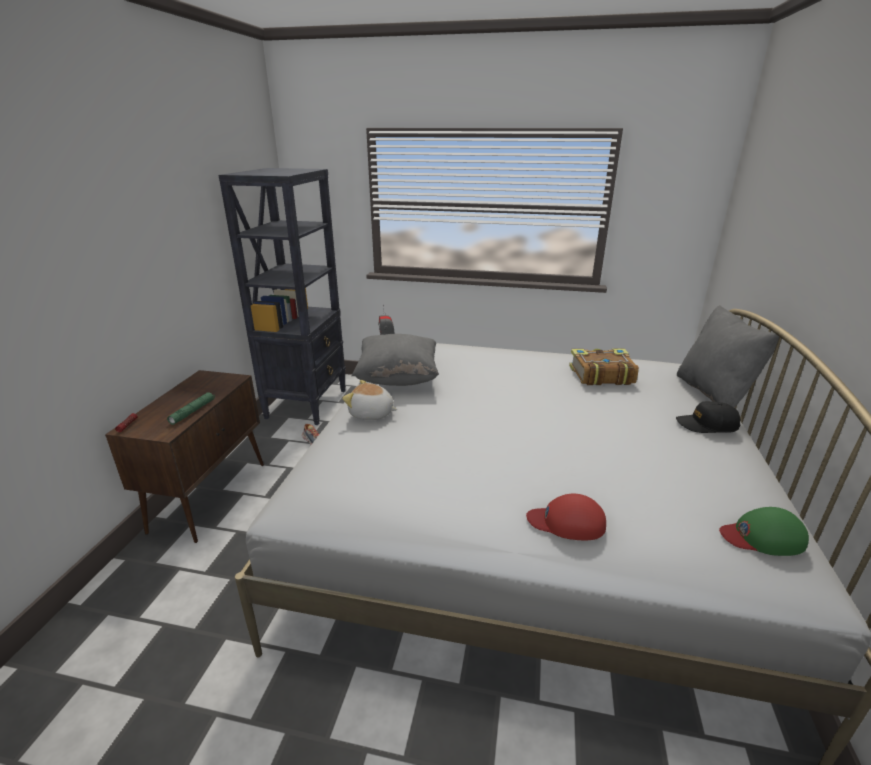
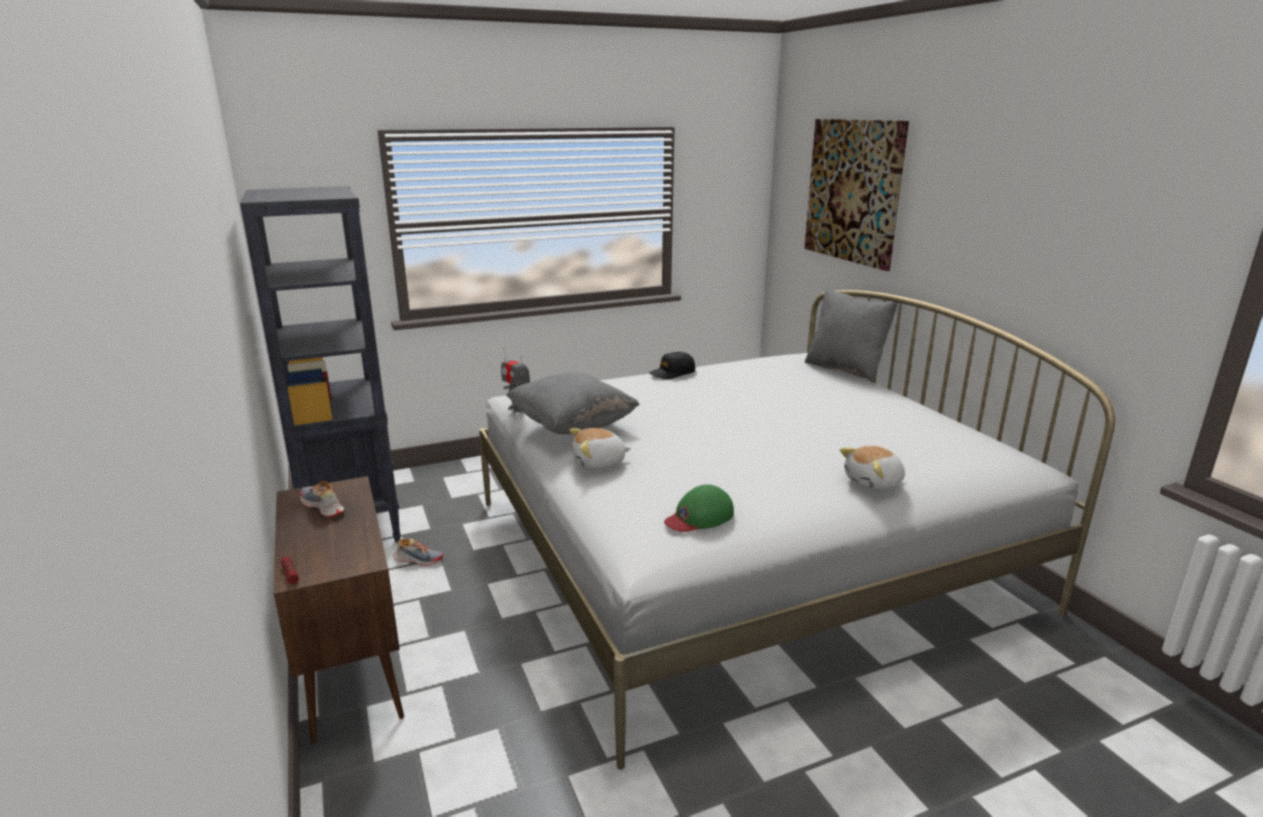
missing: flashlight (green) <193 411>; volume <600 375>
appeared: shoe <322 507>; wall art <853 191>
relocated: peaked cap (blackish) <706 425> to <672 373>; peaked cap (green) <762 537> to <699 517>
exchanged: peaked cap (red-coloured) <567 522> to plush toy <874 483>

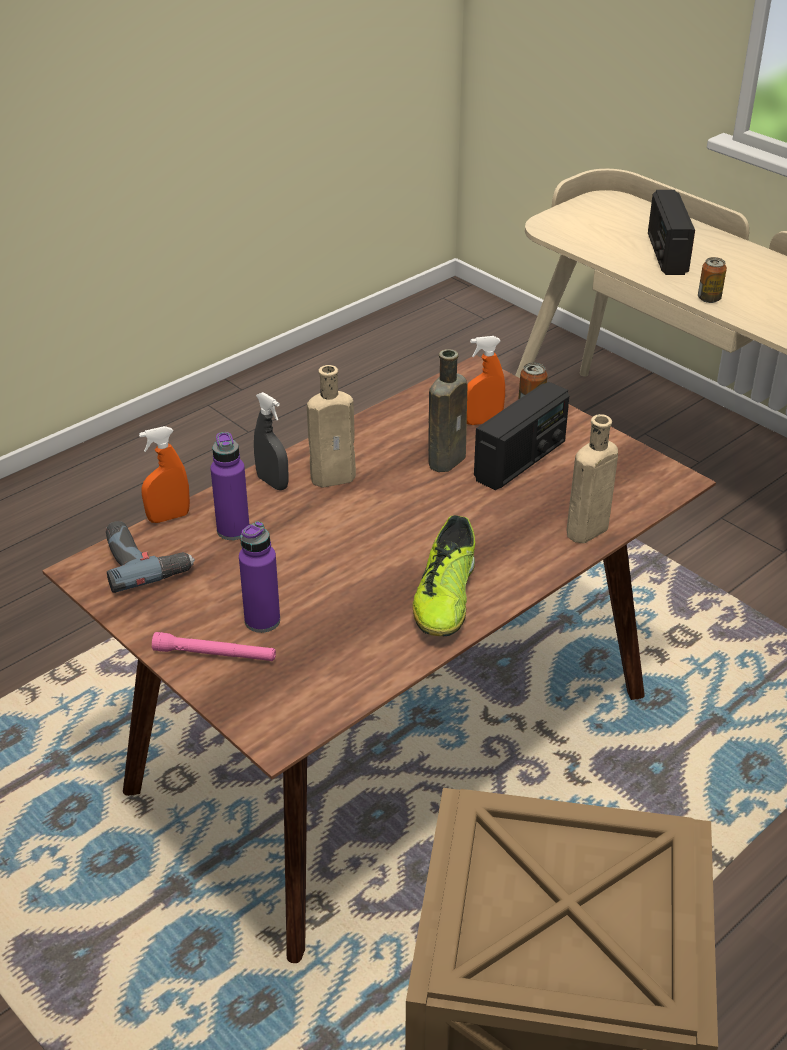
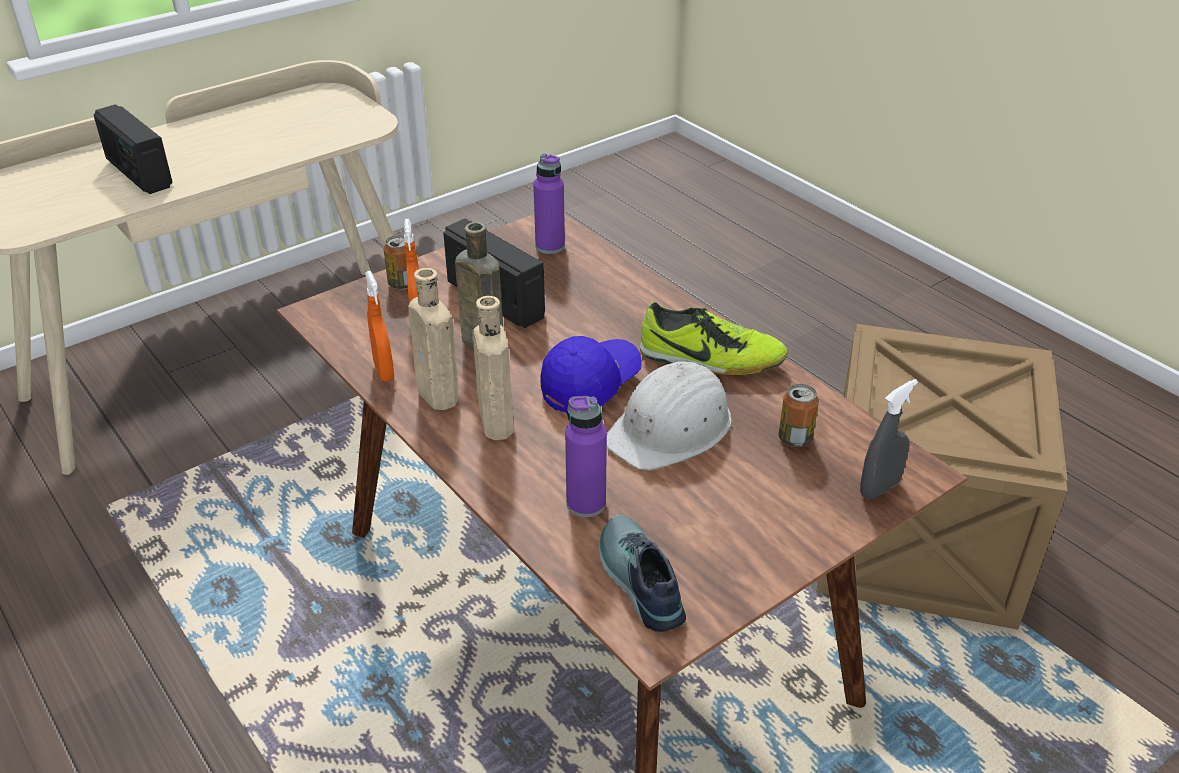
missing: flashlight (pinkish) <215 654>
appeared: peaked cap (bluish) <590 385>; hard hat (white) <671 428>
relocated: hand sprayer (orangey) <168 517> to <384 371>; drink bottle (purple-coloured) <262 621> to <550 246>; hand sprayer (gray) <272 483> to <879 488>; drink bottle (beige-coloured) <585 532> to <440 397>; can <709 298> to <795 439>
exchanged: electric drill <144 560> to shoe <637 581>
spun: radio set <666 254> = <138 173> 45 degrees clockwise

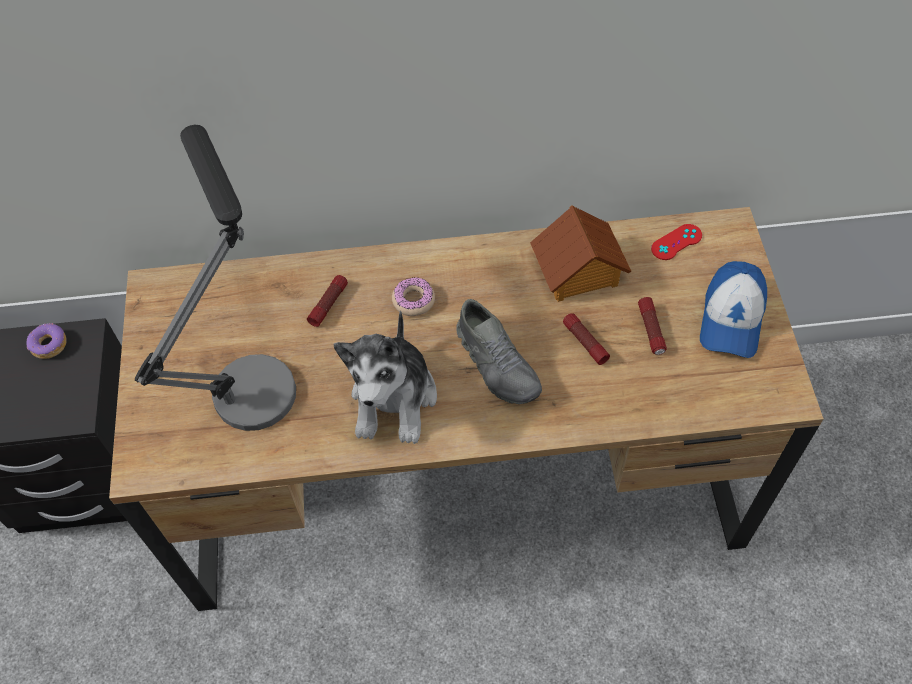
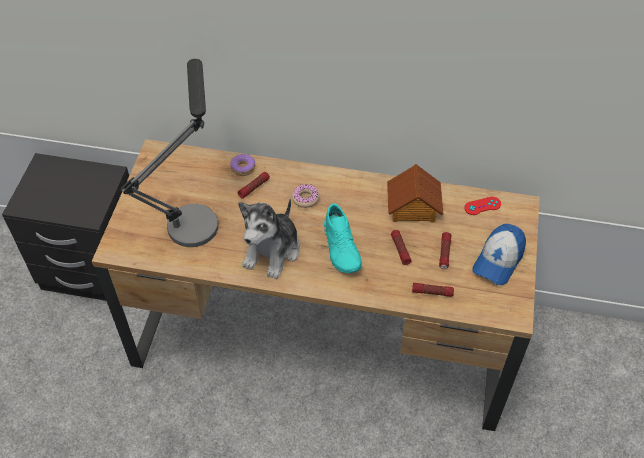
appeared: flashlight <432 292>
relocated: doughnut <49 345> to <243 168>
colour: shoe (gray) <497 364> to shoe (turquoise-coloured) <342 248>

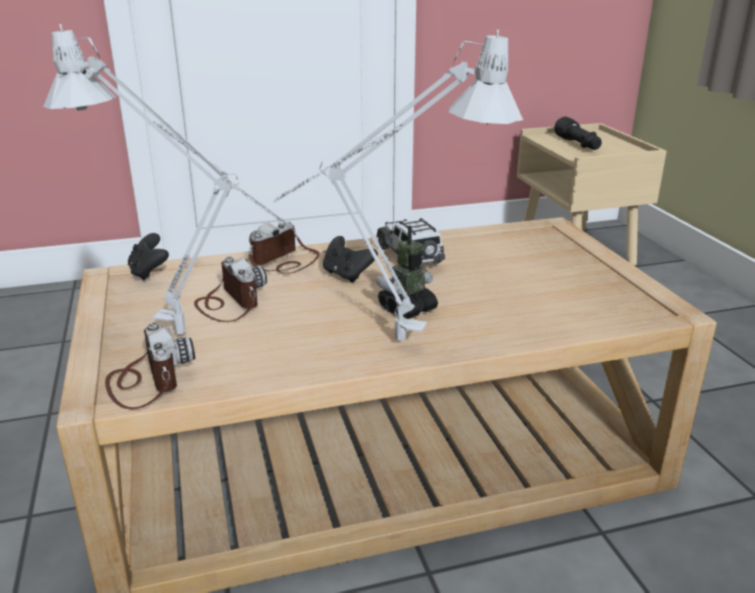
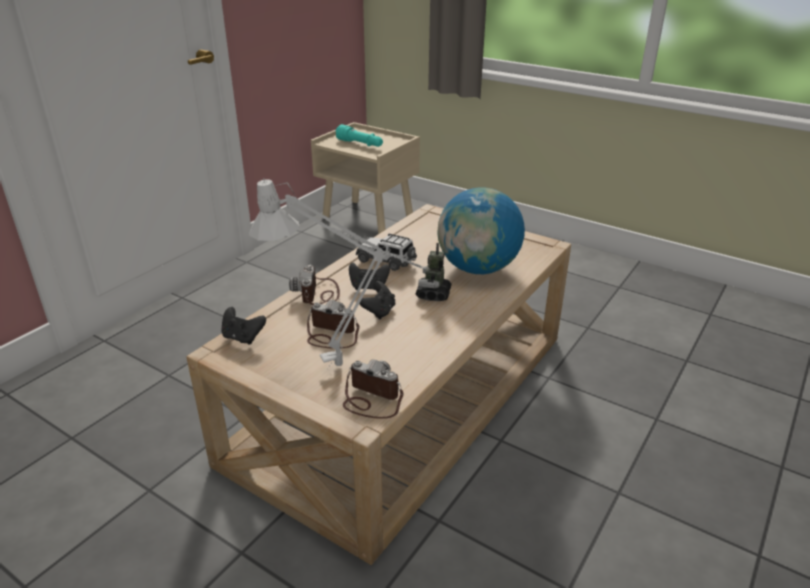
missing: tabletop lamp (gray) <385 339>
appeared: game controller (blackish) <379 311>; globe <478 269>
colour: flashlight (blackish) <578 145> to flashlight (turquoise-coloured) <360 144>

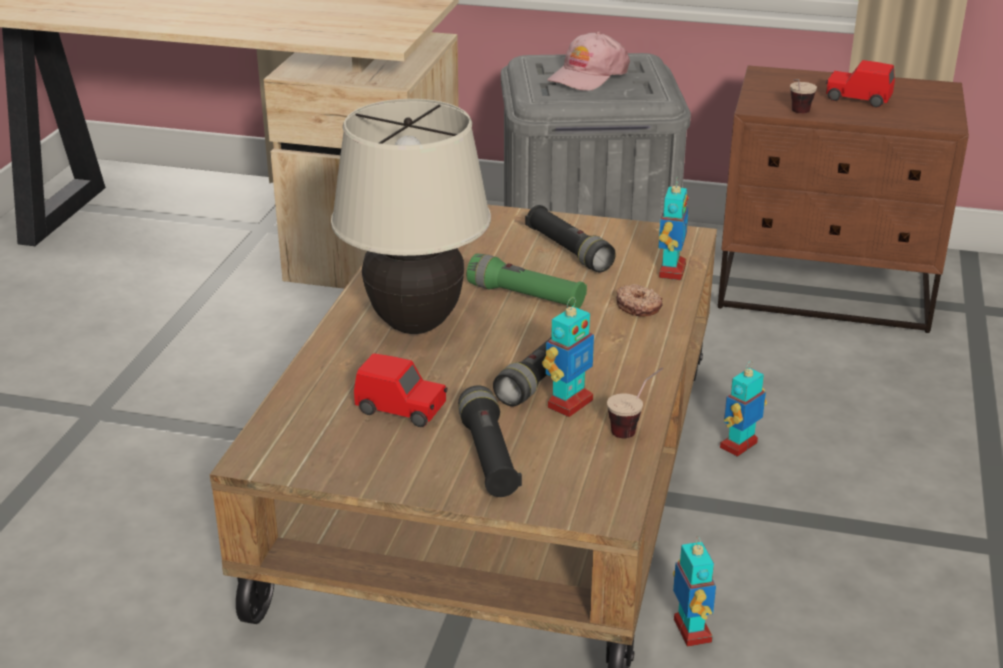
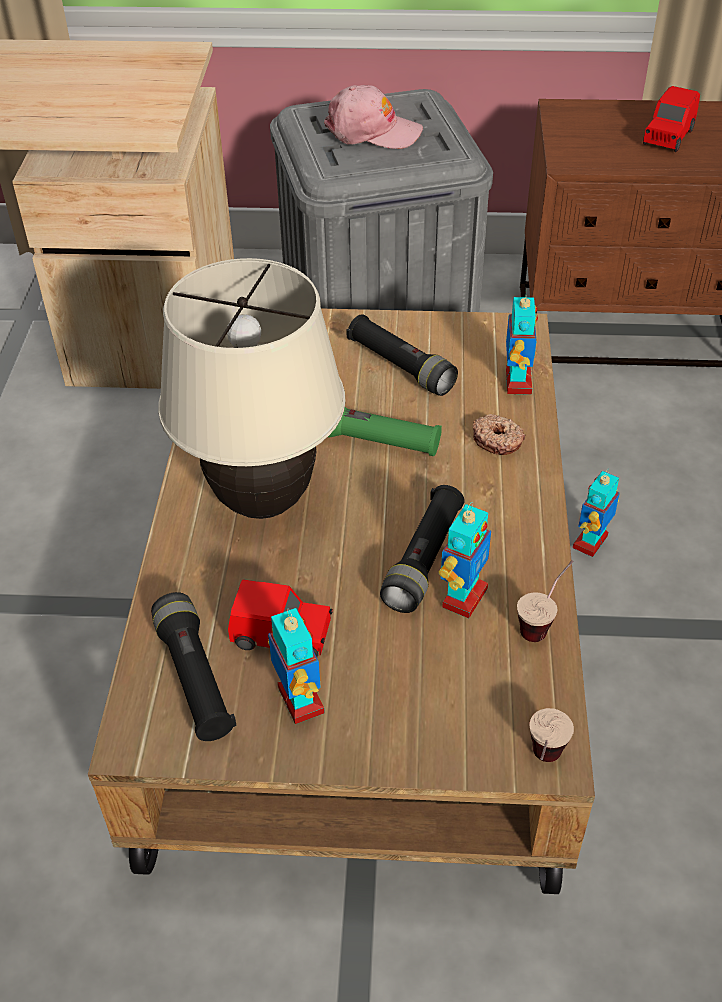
relocated: flashlight (blackish) <488 456> to <194 678>; model robot <691 631> to <299 701>; small cup <796 114> to <543 765>
spun: peaked cap (pinkish) <587 76> = <372 131> 105 degrees counterclockwise; toy car (red-coloured) <857 99> = <667 137> 75 degrees counterclockwise

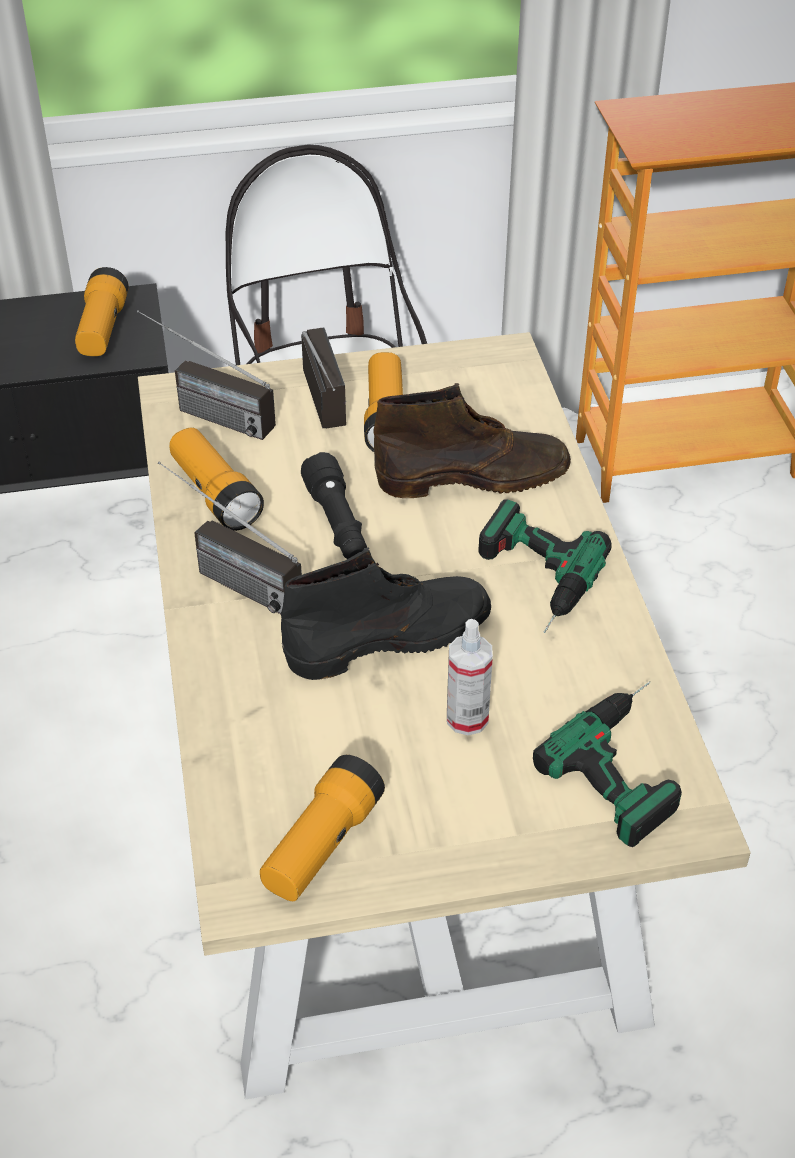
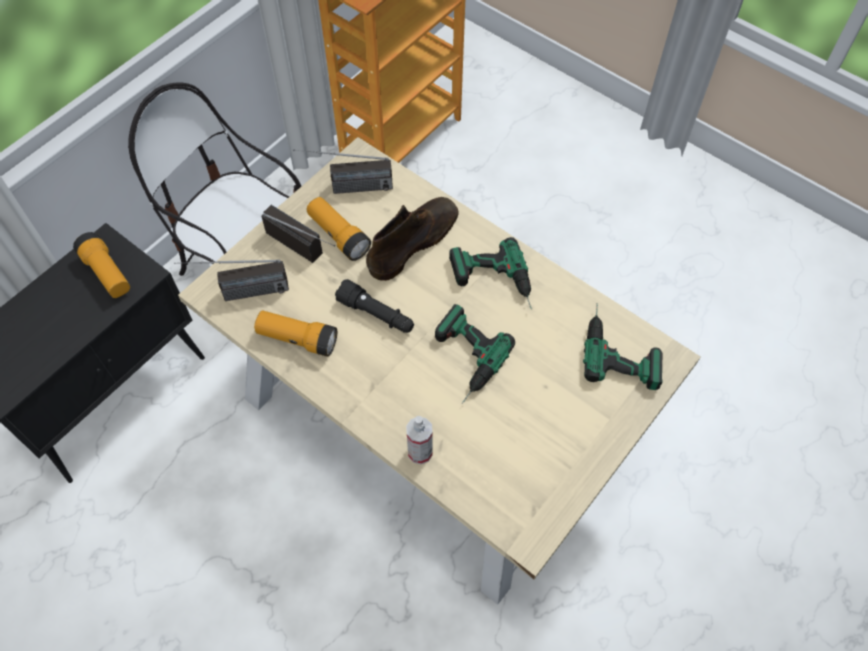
missing: flashlight <322 845>
relocated: radio set <225 576> to <346 188>; hand sprayer <467 718> to <420 452>
exchanged: tall boot (blackish) <390 637> to electric drill <462 360>

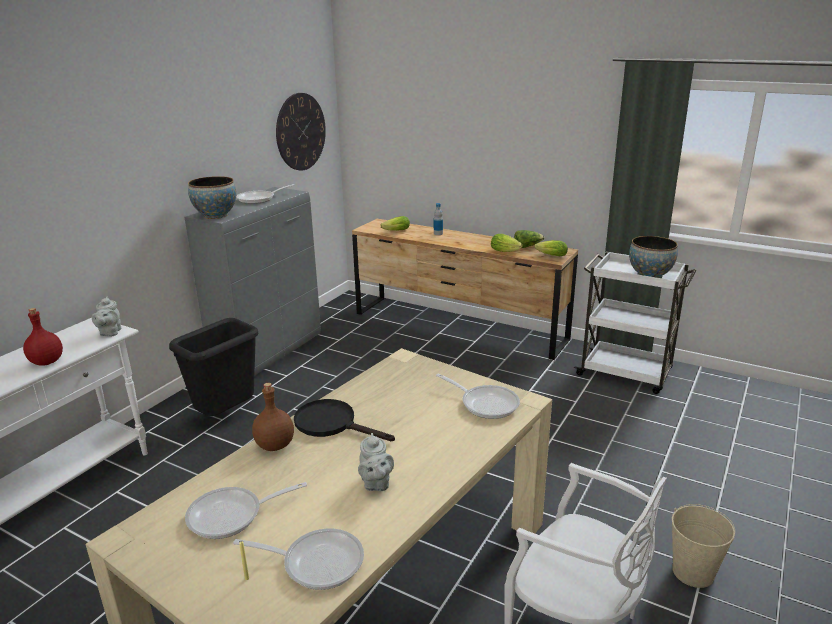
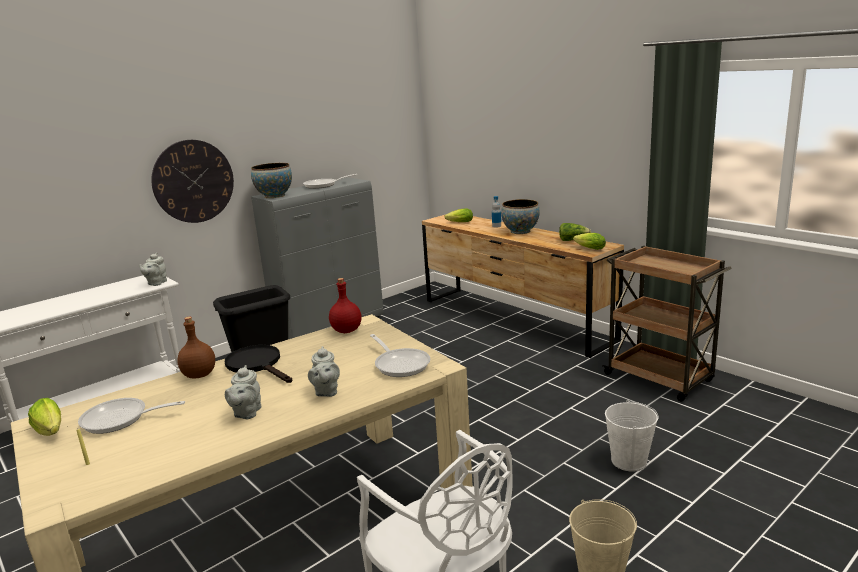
missing: pan <316 562>
appeared: tea pot (gray) <326 392>; pail (white) <628 461>
relocated: drink bottle (red-coloured) <46 362> to <346 331>; wall clock <300 132> to <193 181>; lettuce <506 251> to <51 431>; serving bowl <649 275> to <520 231>
colour: cart (white) <626 373> to cart (brownish) <660 378>

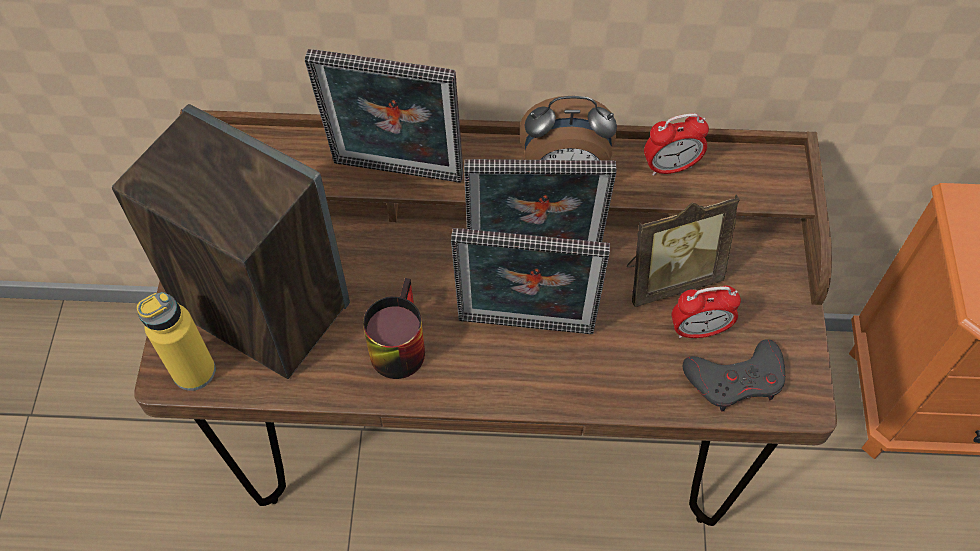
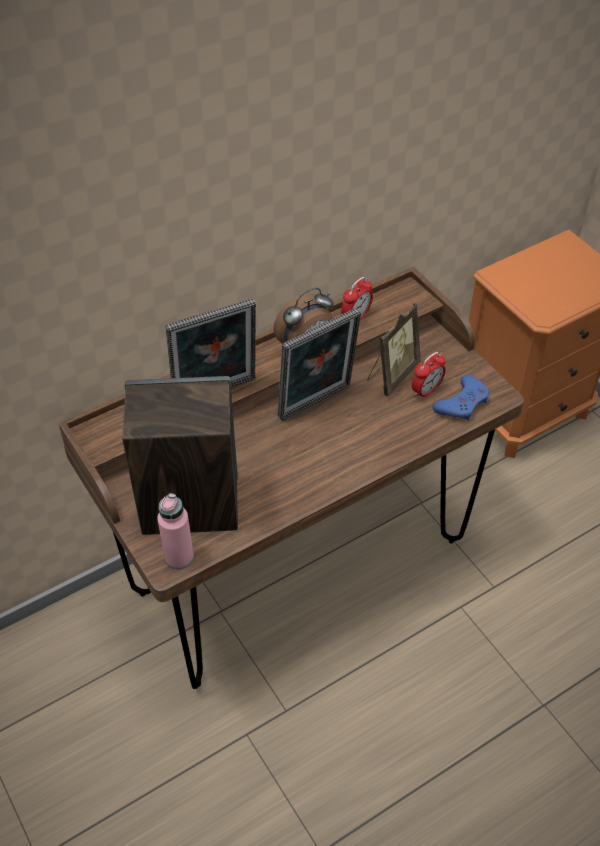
missing: mug <395 343>; photo frame <525 330>
colour: drink bottle (yellowish) <194 371> to drink bottle (pinkish) <179 557>; game controller (gray) <736 379> to game controller (bluish) <462 403>

